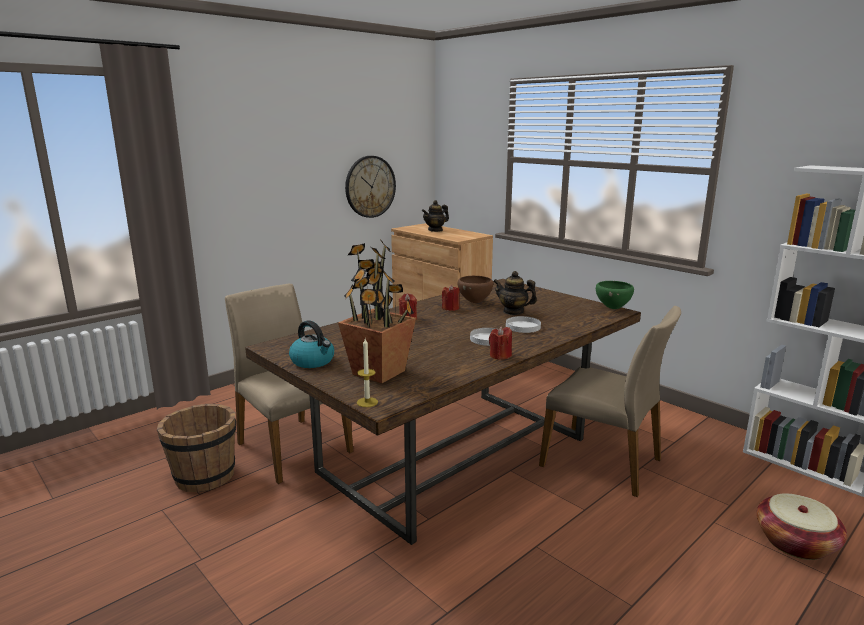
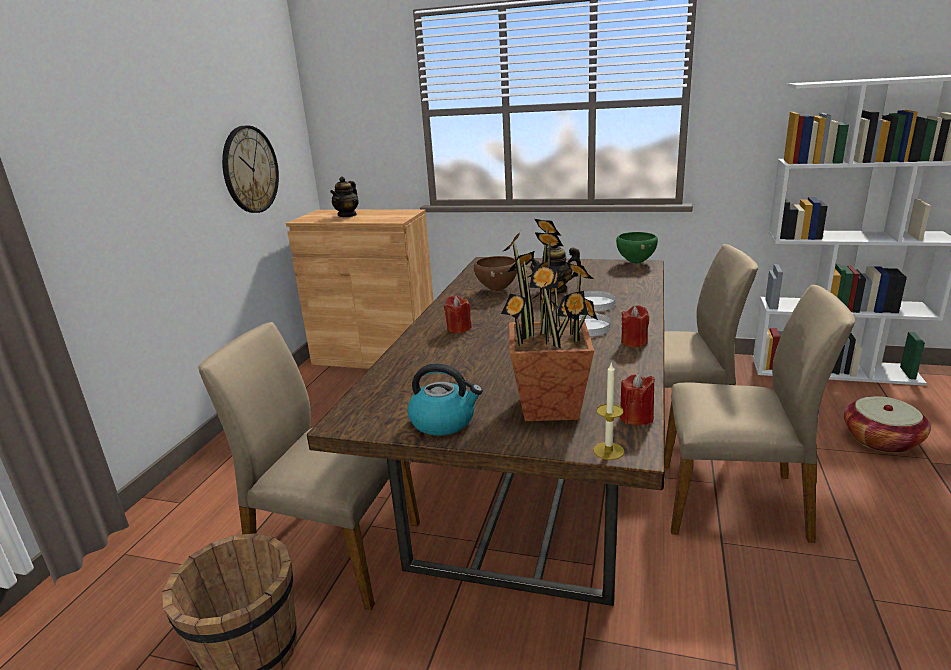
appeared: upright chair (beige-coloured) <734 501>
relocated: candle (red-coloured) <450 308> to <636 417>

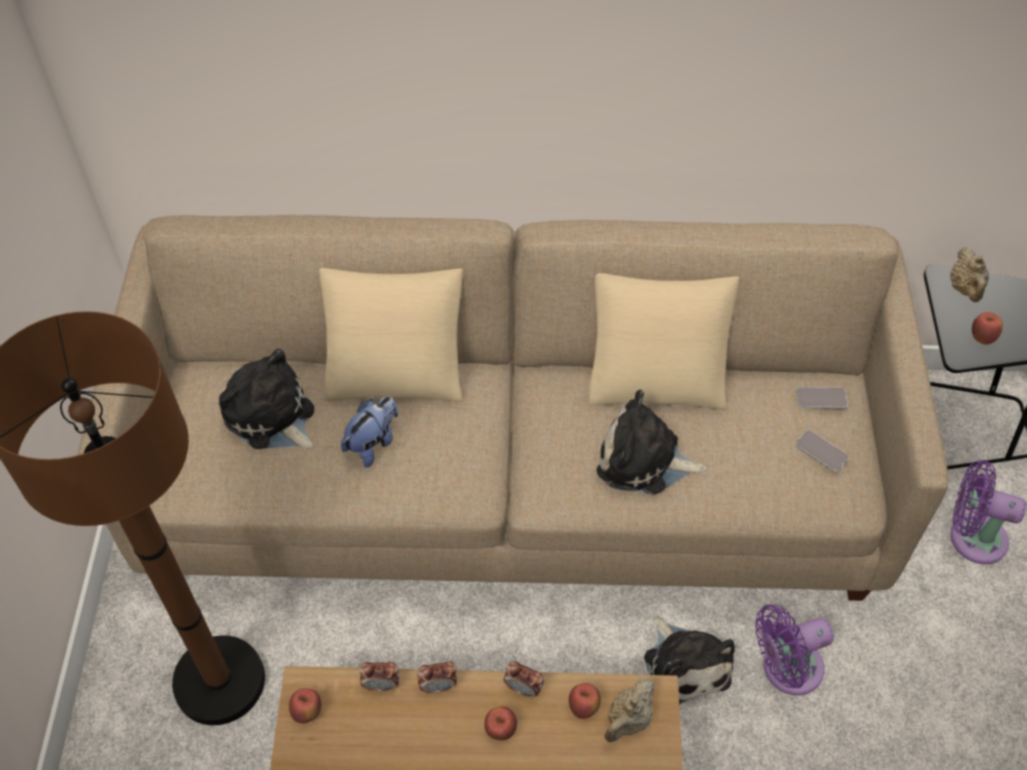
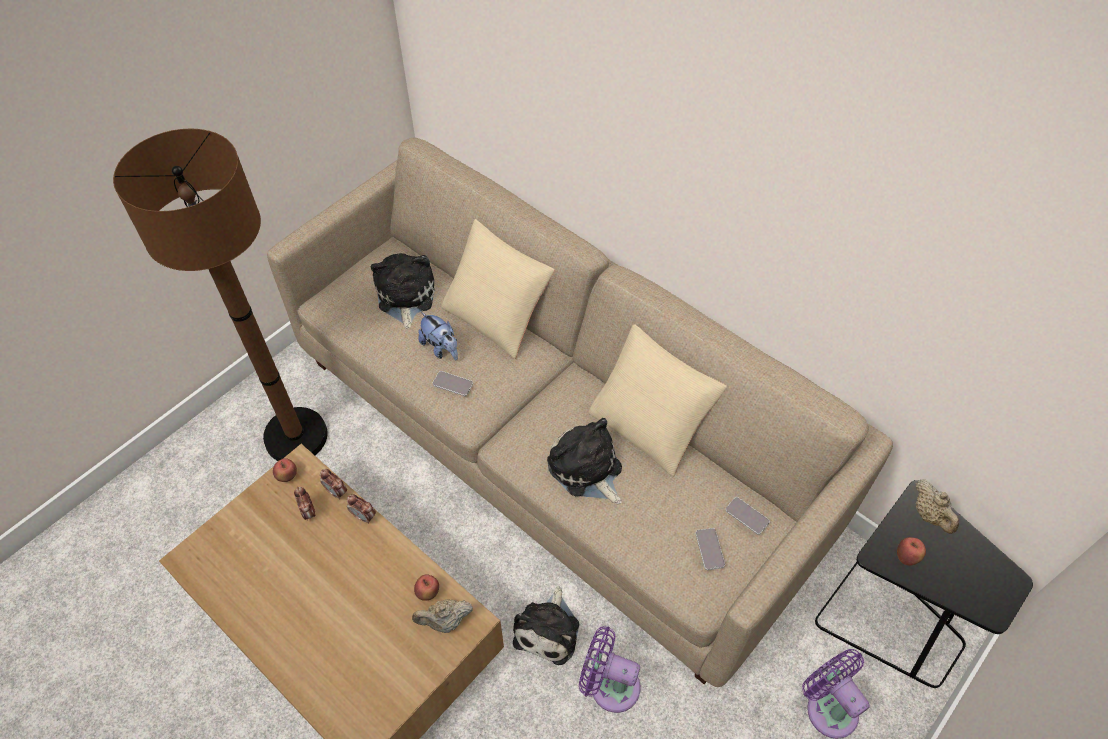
missing: apple <501 729>
appeared: handset <453 384>
relocated: alarm clock <523 688> to <308 512>
spun: plush toy <373 443> = <441 348> 60 degrees clockwise; tea pot (beige-coloured) <965 289> = <929 515> 60 degrees counterclockwise

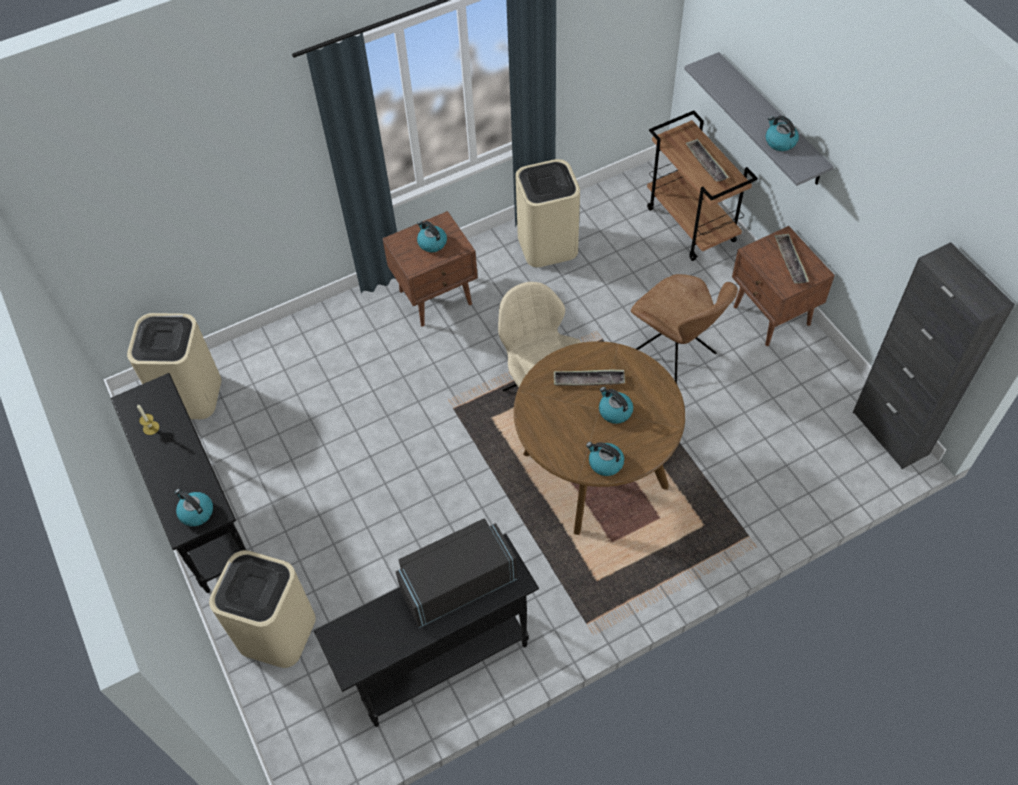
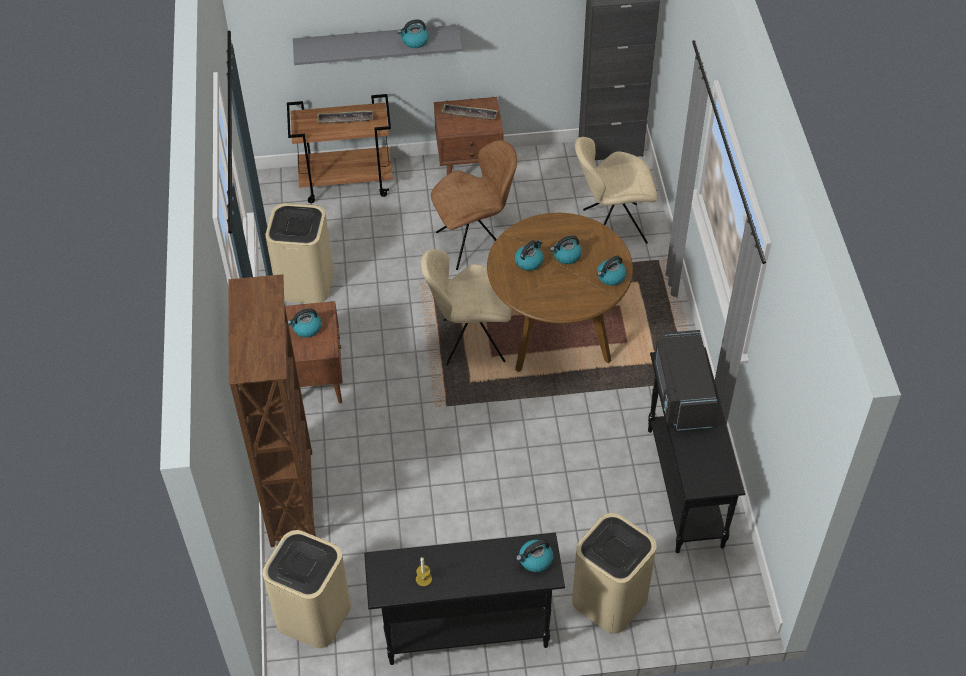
appeared: bookshelf (brownish) <293 497>; upright chair (beige-coloured) <612 226>
exchanged: carrying tray <588 380> to water kettle <529 261>

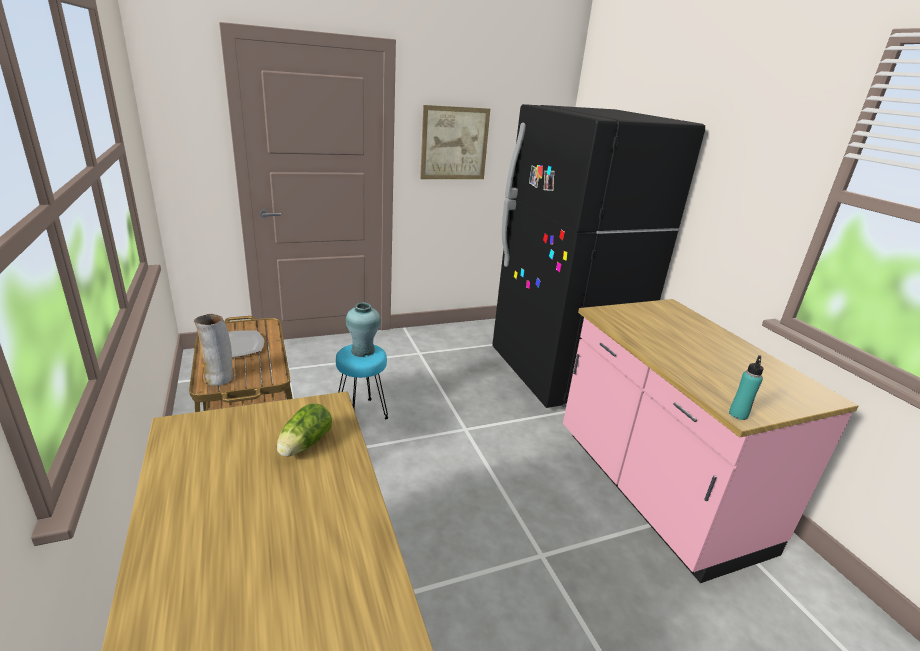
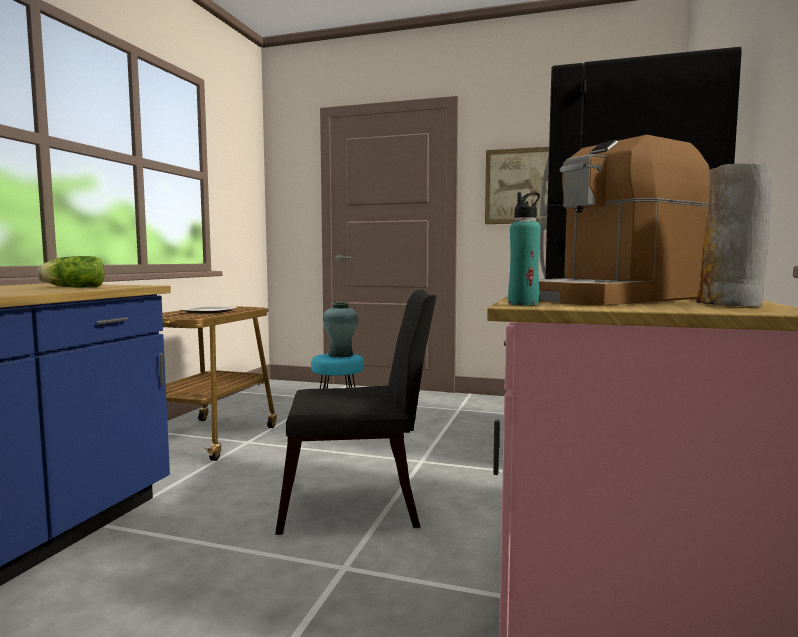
appeared: upright chair (blackish) <359 503>; coffee brewer <612 298>
relocated: vase <218 378> to <730 305>

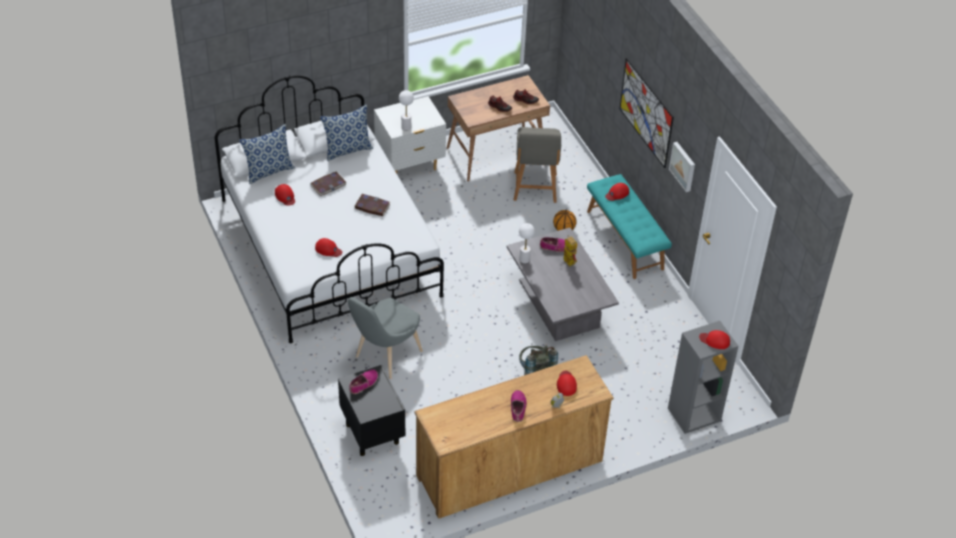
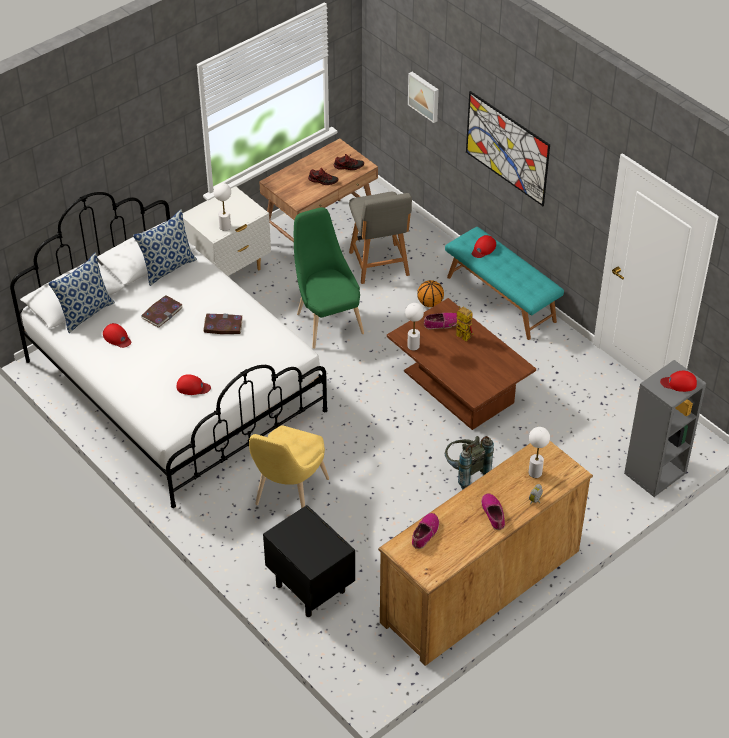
appeared: upright chair (green) <327 321>
relocated: shoe <363 384> to <425 533>; wall art <683 166> to <424 96>
exchanged: peaked cap (red-coloured) <566 384> to tabletop lamp (white) <535 473>
colour: upright chair (gray) <385 356> to upright chair (yellowish) <288 495>; low table (gray) <558 303> to low table (brownish) <458 387>

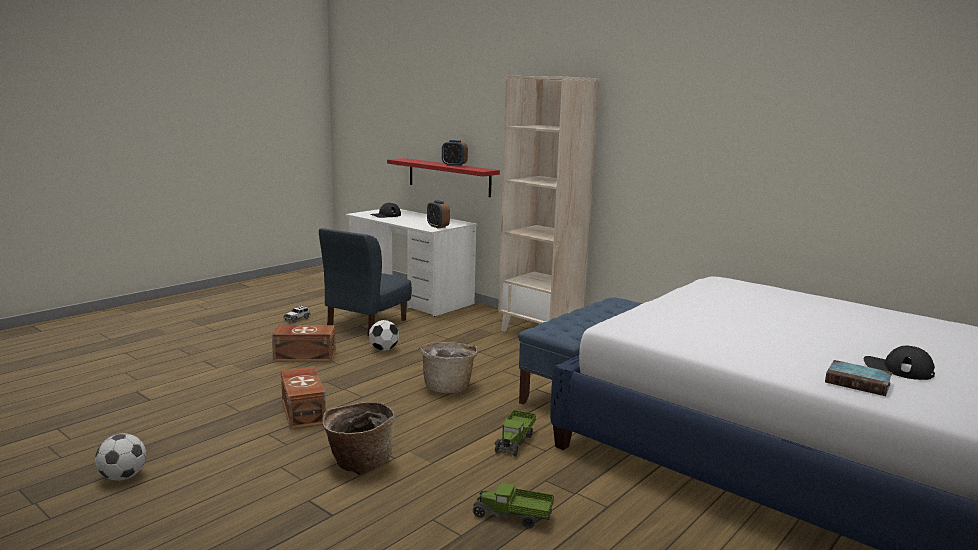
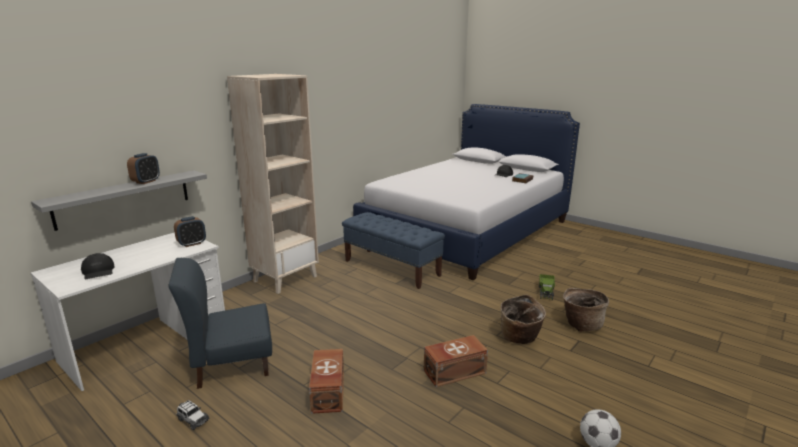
missing: ball for football <384 349>; toy truck <515 441>
relocated: household basket <448 387> to <581 324>
colour: shelf (red-coloured) <449 177> to shelf (gray) <124 199>
spun: upright chair (bluish) <366 323> = <232 364> 135 degrees clockwise

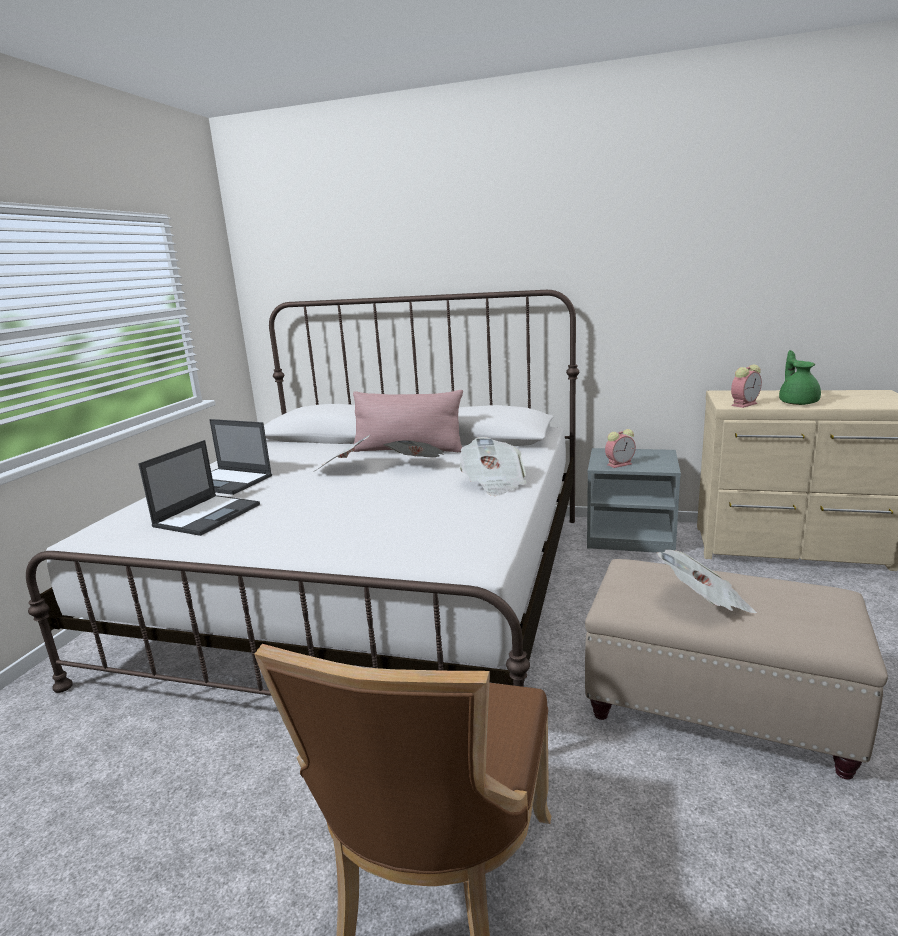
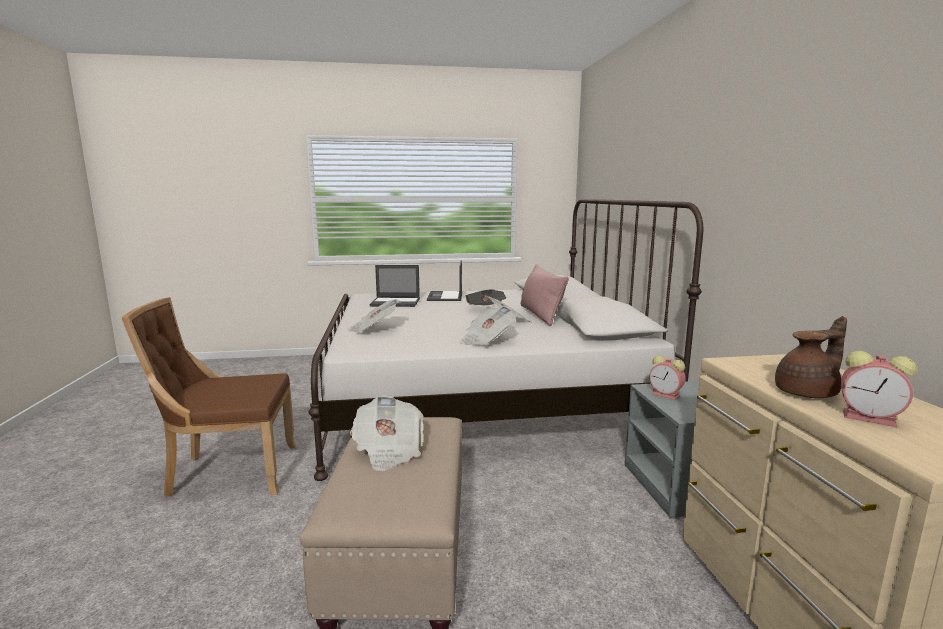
appeared: printed paper <373 329>
relocated: alarm clock <744 404> to <871 418>
colour: tea pot (green) <797 402> to tea pot (brownish) <808 393>

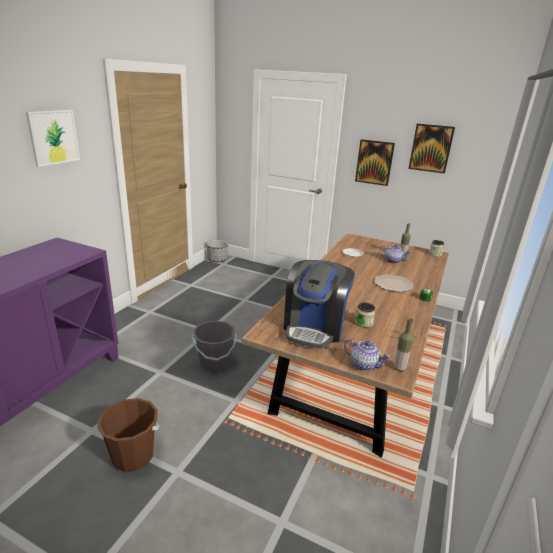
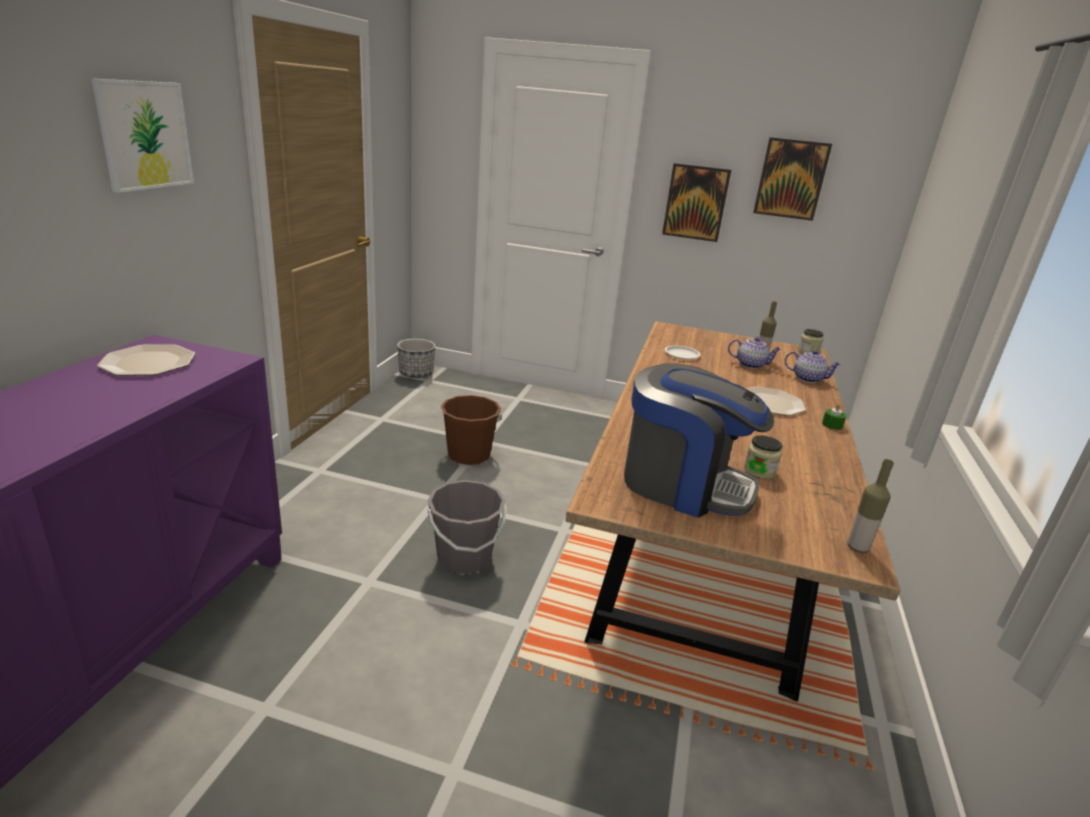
appeared: flat dish <148 362>
relocated: pail (brownish) <133 456> to <469 455>; tea pot <364 364> to <807 378>
spun: coffee brewer <314 328> = <684 484> 75 degrees counterclockwise

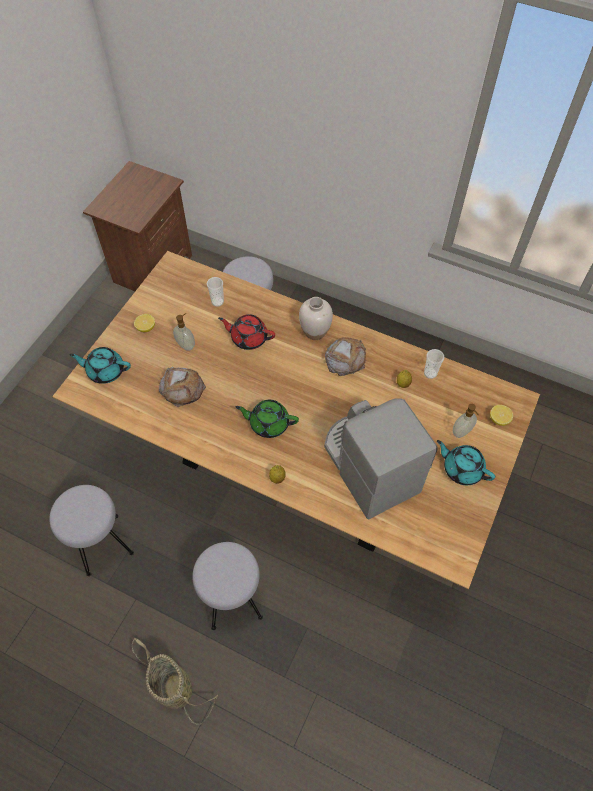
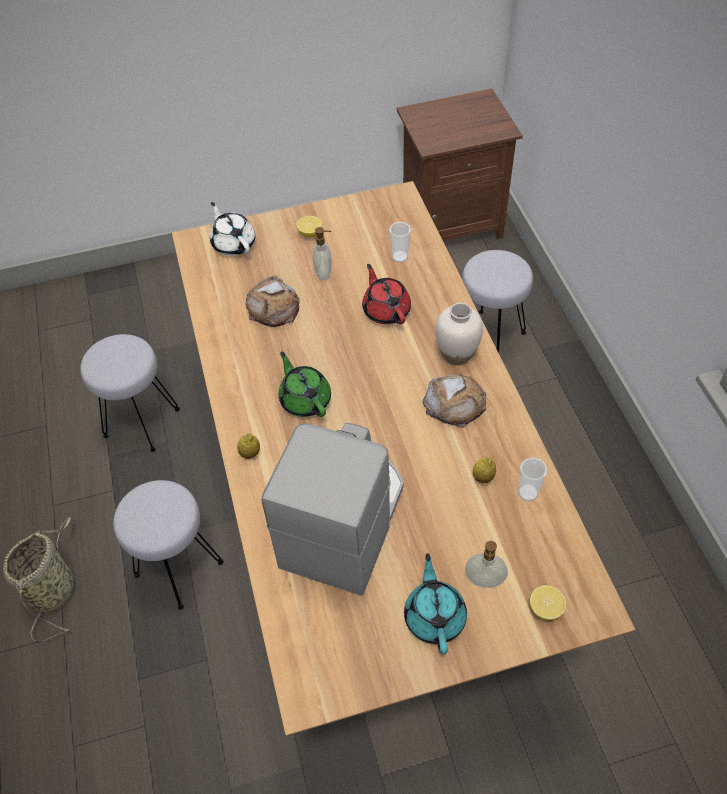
colour: tea pot (turquoise-coloured) <105 371> to tea pot (white) <233 243>

